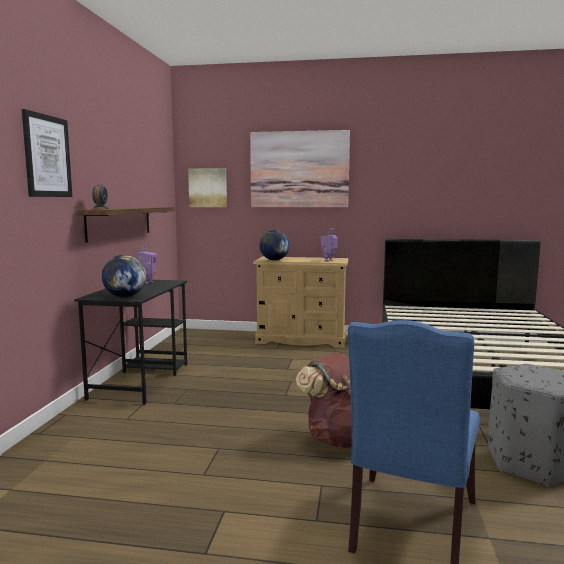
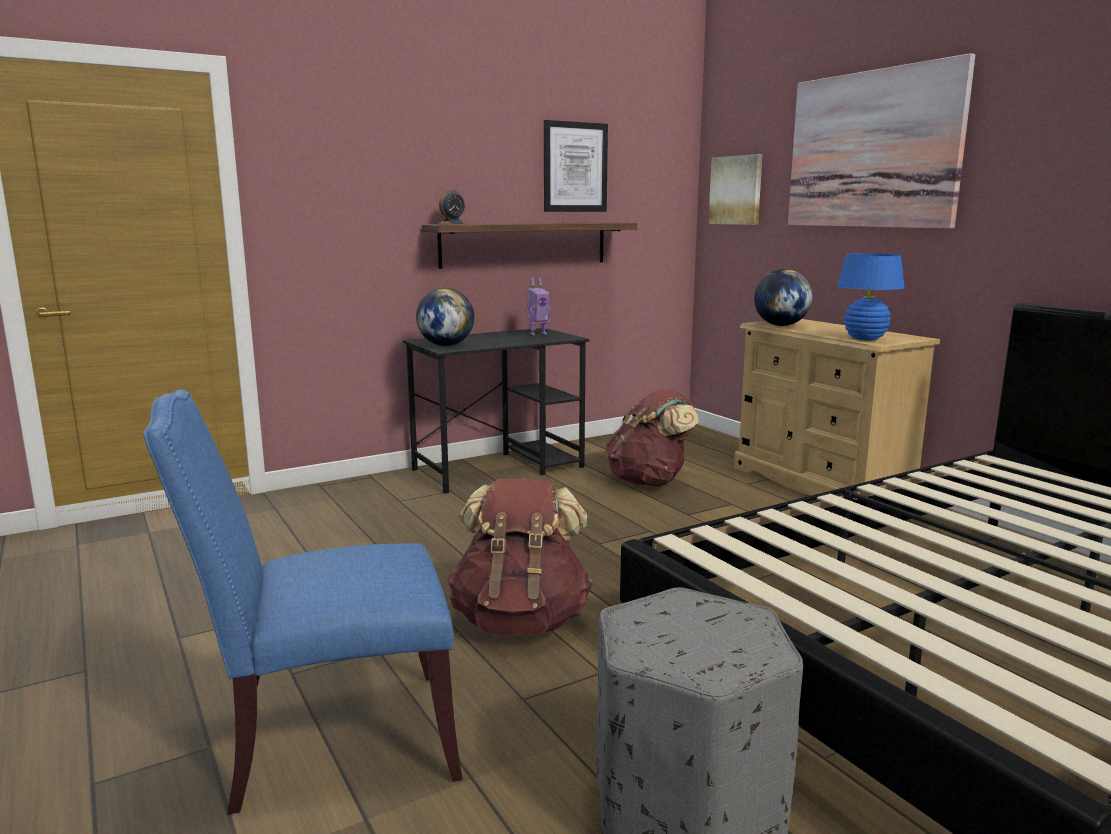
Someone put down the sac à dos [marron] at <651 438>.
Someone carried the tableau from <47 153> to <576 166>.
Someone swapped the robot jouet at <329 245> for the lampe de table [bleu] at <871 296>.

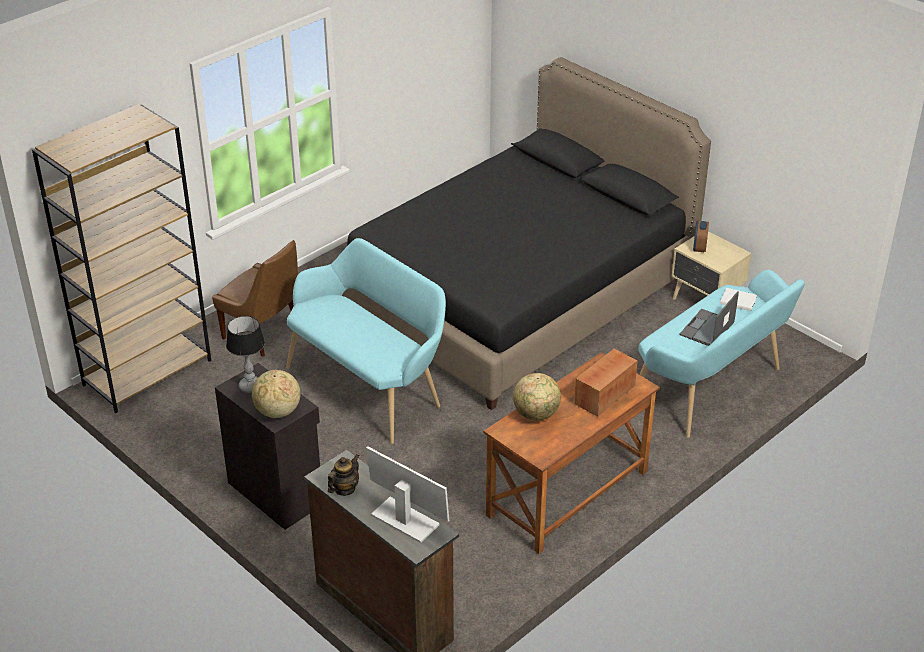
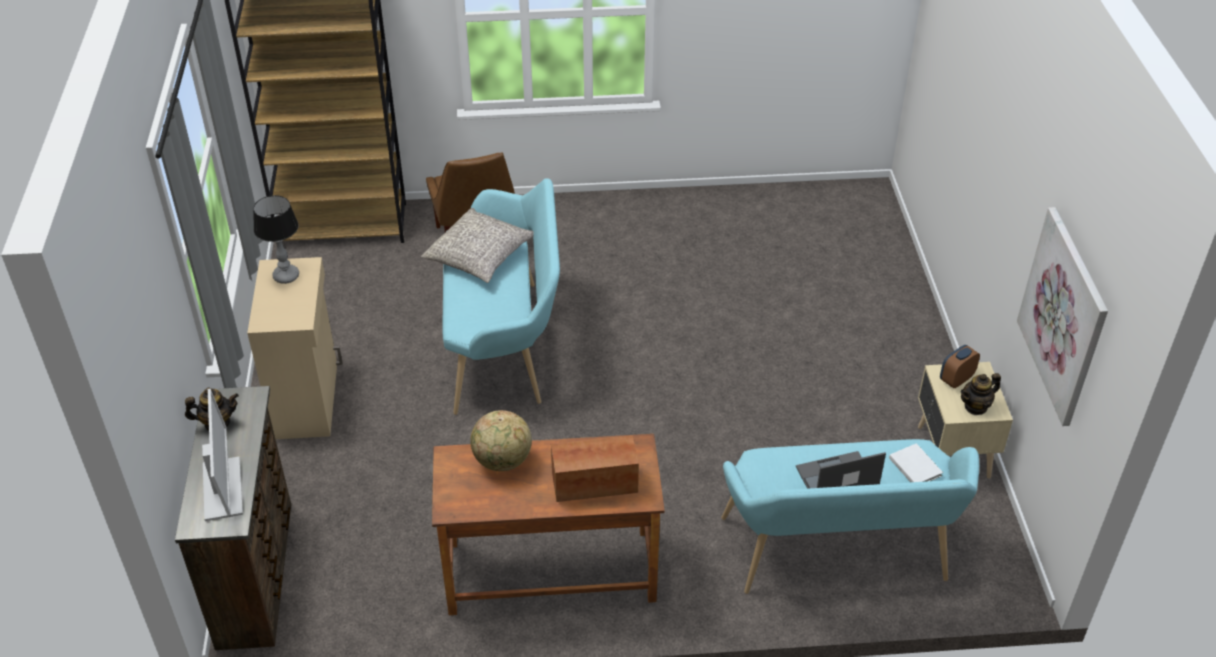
Someone took away the globe at <276 394>.
Someone took away the lit [noir] at <526 233>.
Someone put down the coussin [gris] at <477 245>.
Someone put down the théière at <981 394>.
Someone put up the tableau at <1062 316>.
Someone repainted the meuble de rangement [noir] at <267 446>, which became the meuble de rangement [beige] at <295 348>.

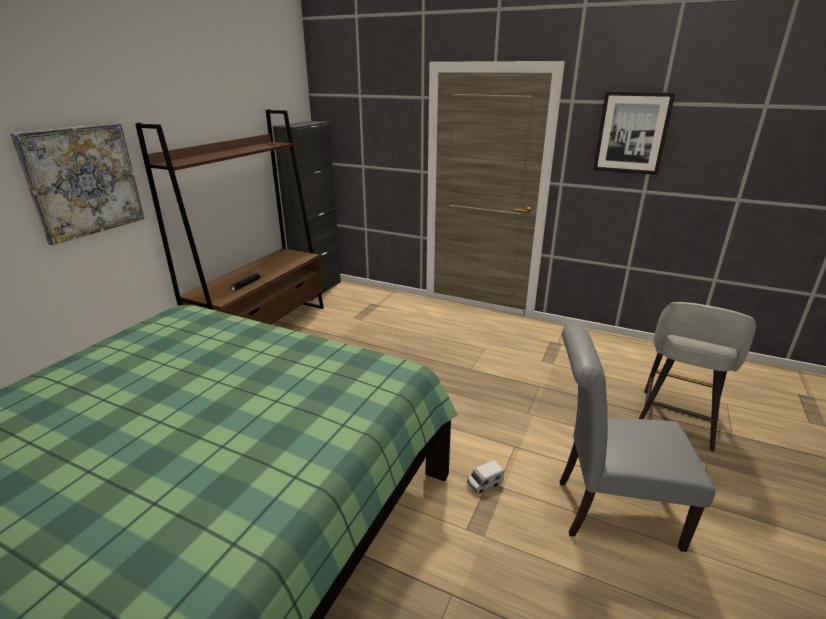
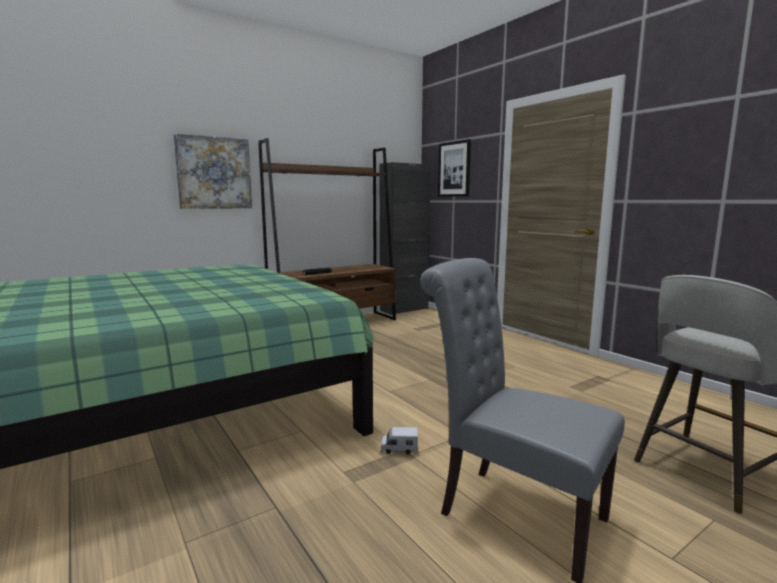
Someone carried the tableau from <634 133> to <454 168>.

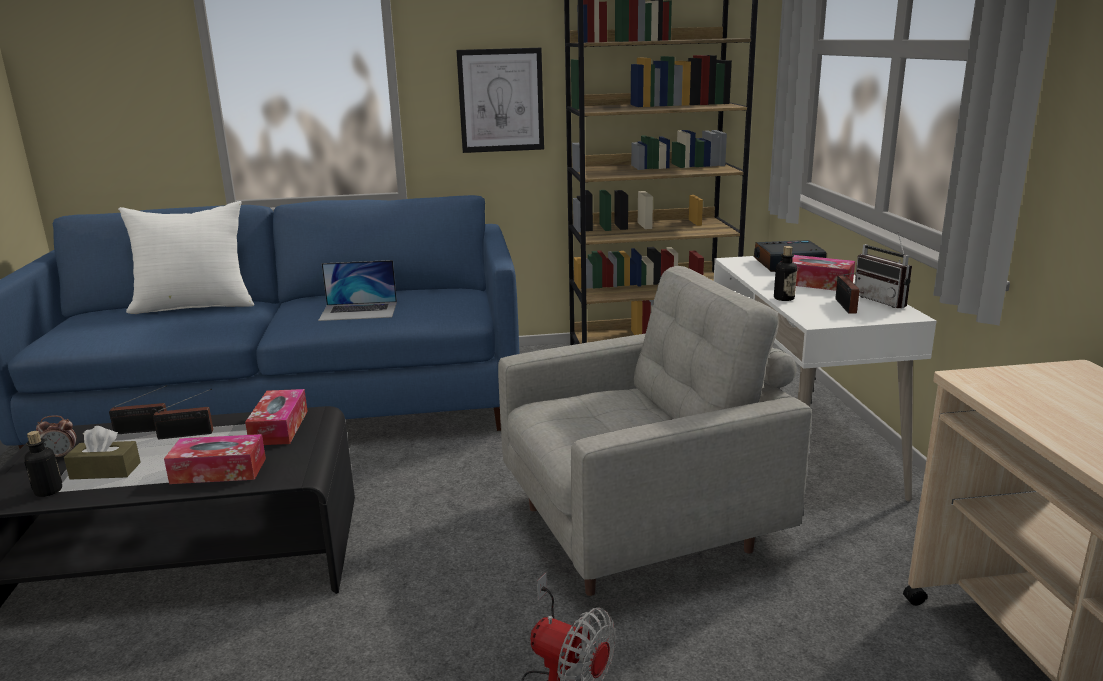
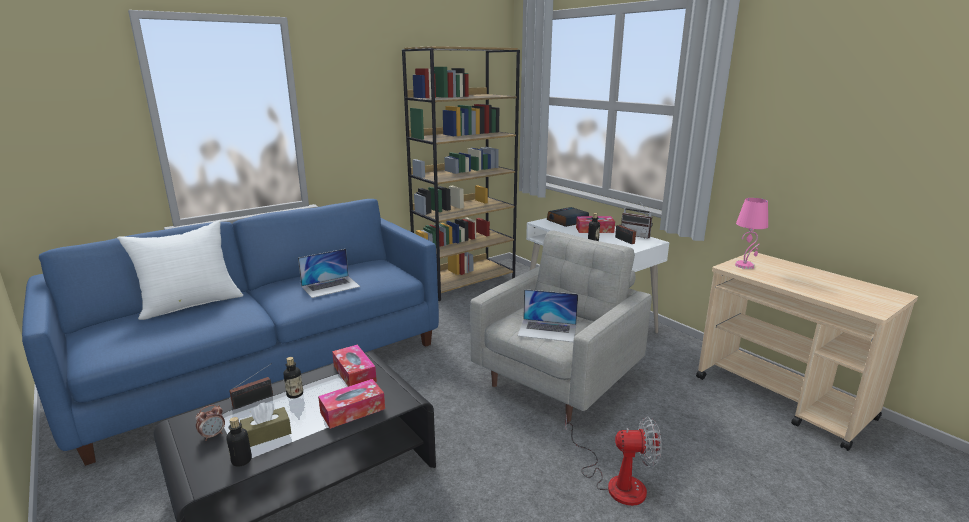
Someone took away the tableau at <500 100>.
Someone put down the ordinateur portable at <548 315>.
Someone put down the lampe de table [rose] at <751 233>.
Someone swapped the radio at <183 414> for the bouteille at <293 378>.

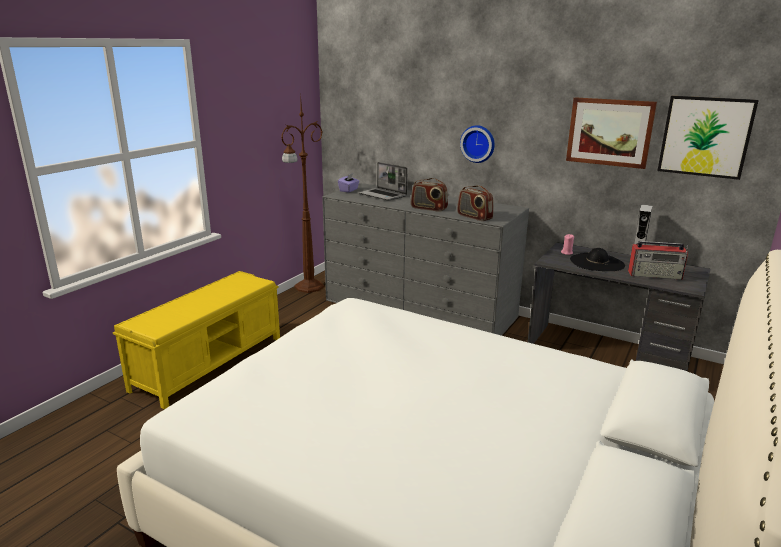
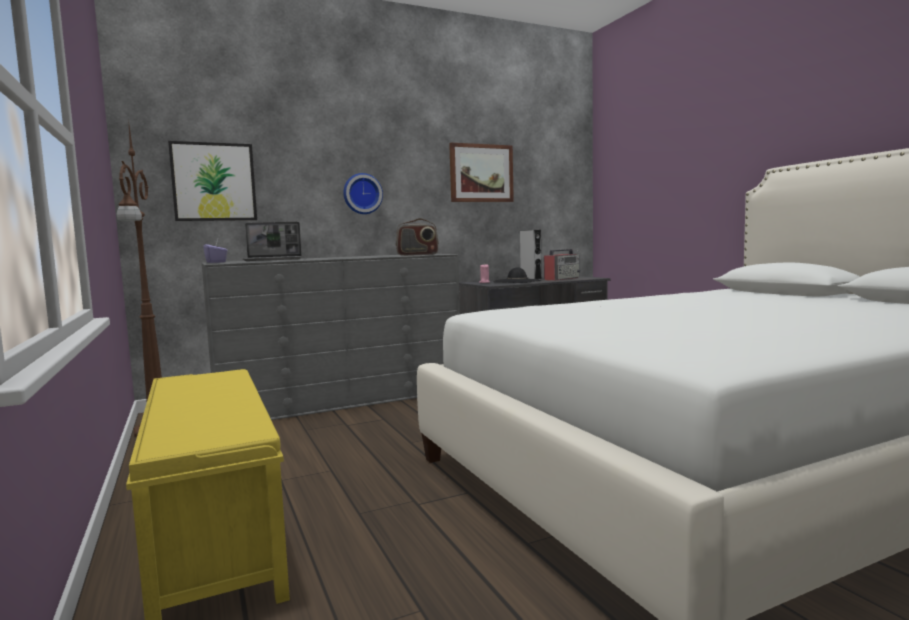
Someone took away the radio at <429 195>.
Someone carried the tableau from <708 138> to <212 181>.

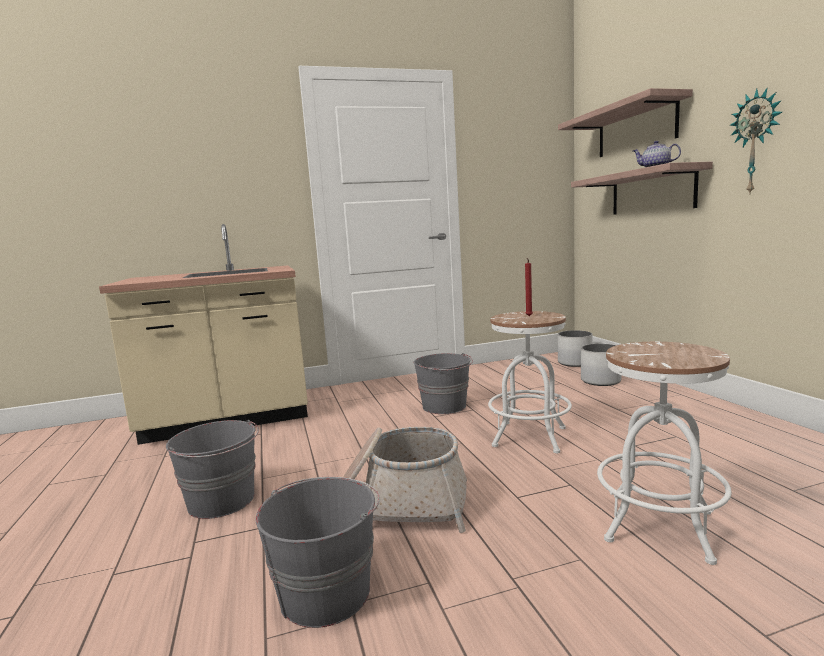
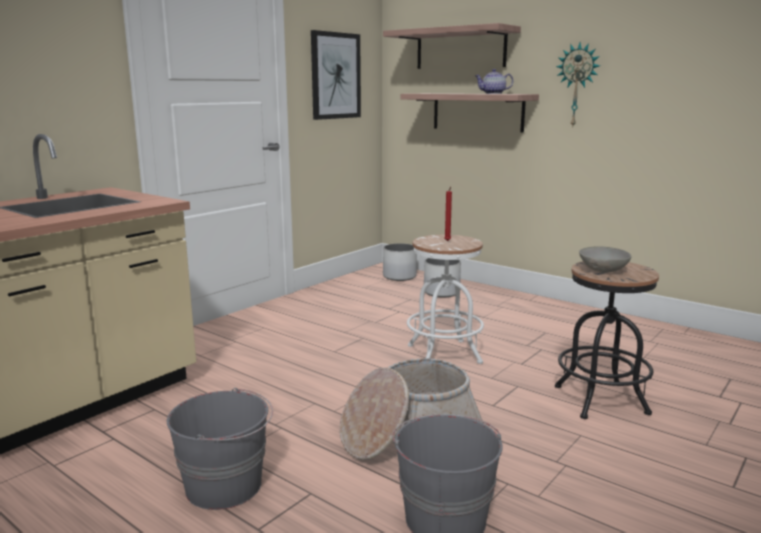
Someone took away the seau [gris] at <443 383>.
Someone put up the tableau at <336 75>.
Someone put down the bol [gris] at <605 259>.
Someone repainted the tabouret [blanc] at <664 453>, which became the tabouret [noir] at <607 340>.

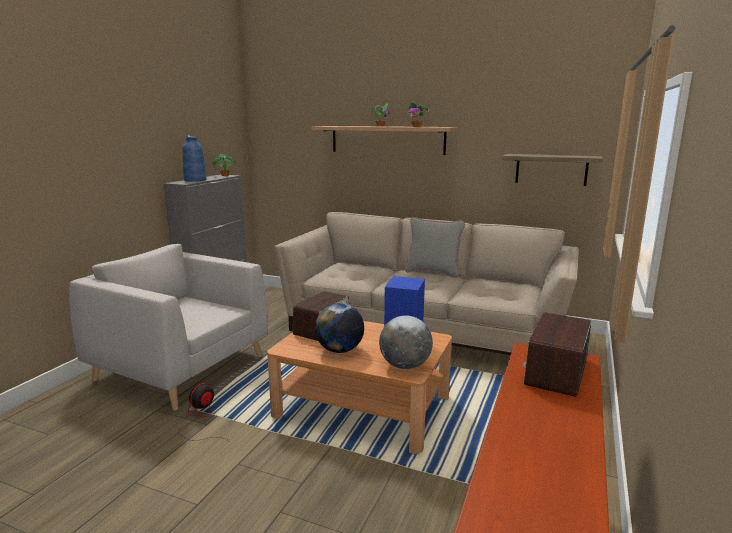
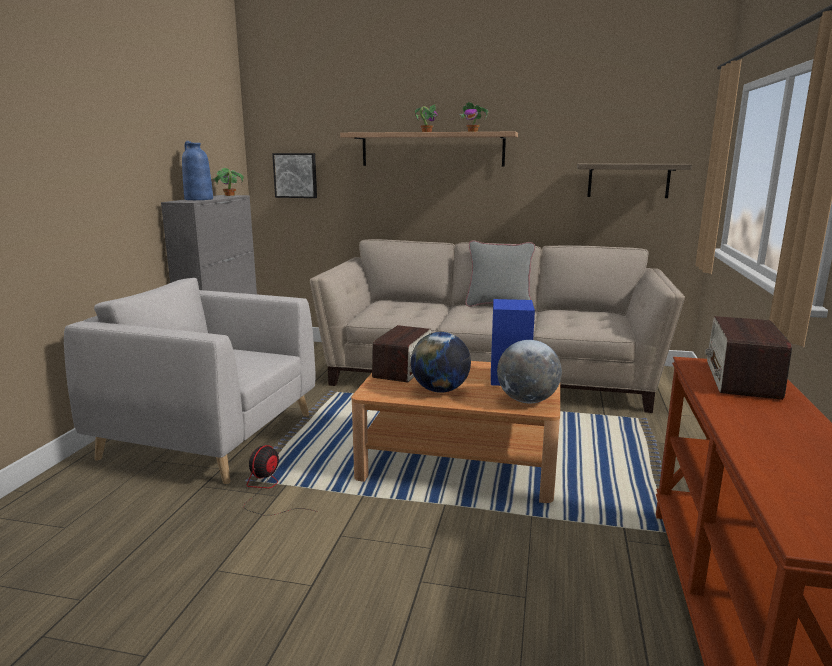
Someone put up the tableau at <294 175>.

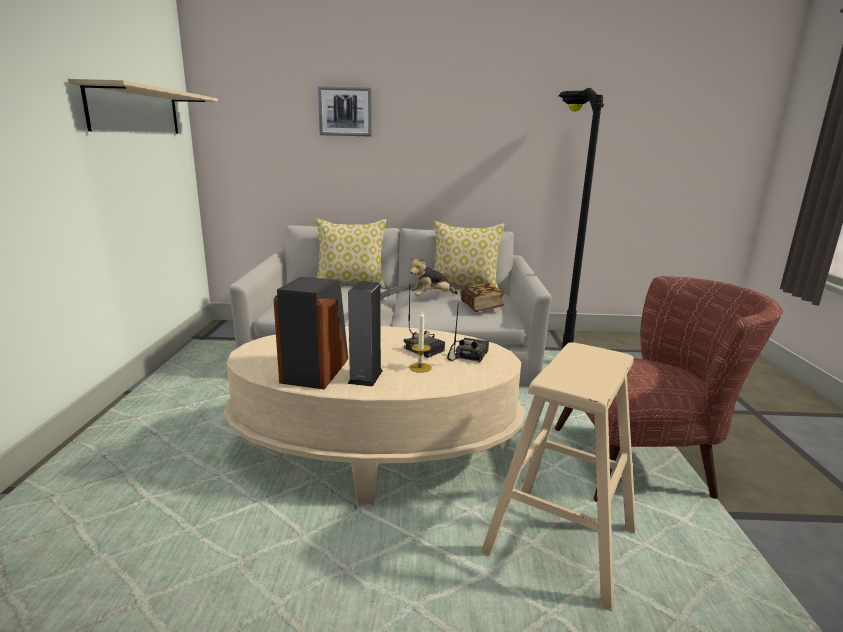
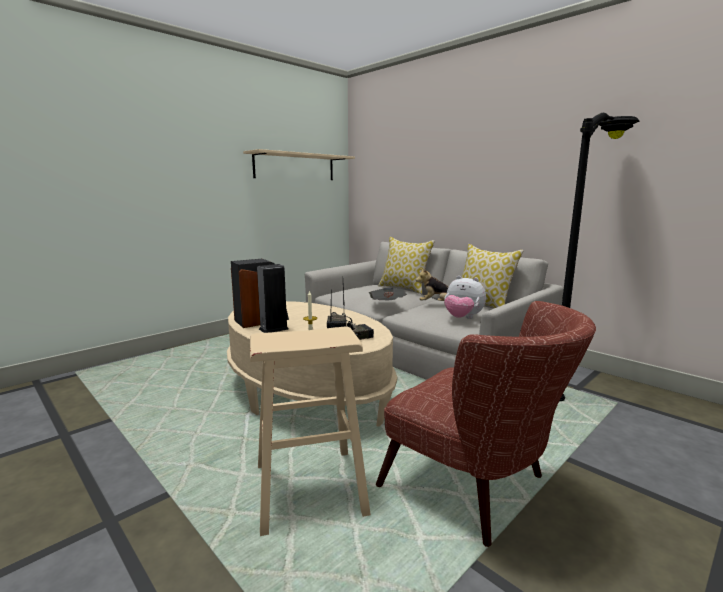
Someone took away the tableau at <345 111>.
Someone swapped the livre at <482 297> for the peluche at <465 297>.

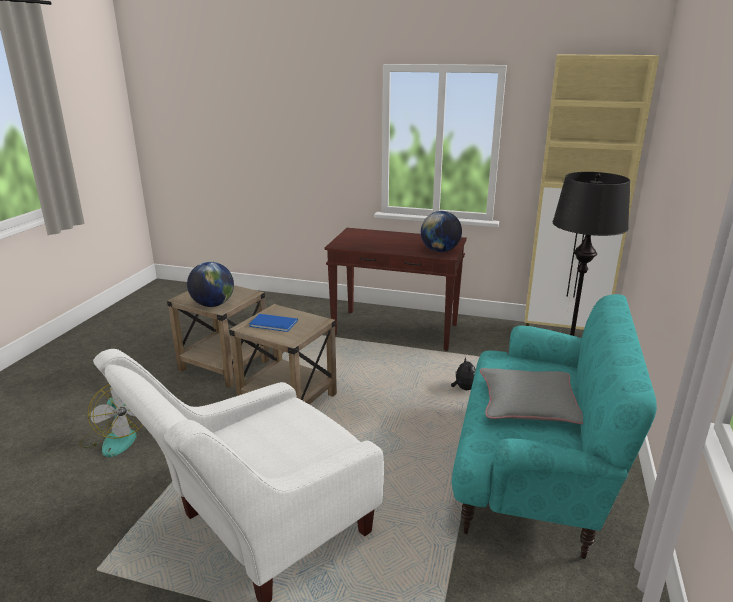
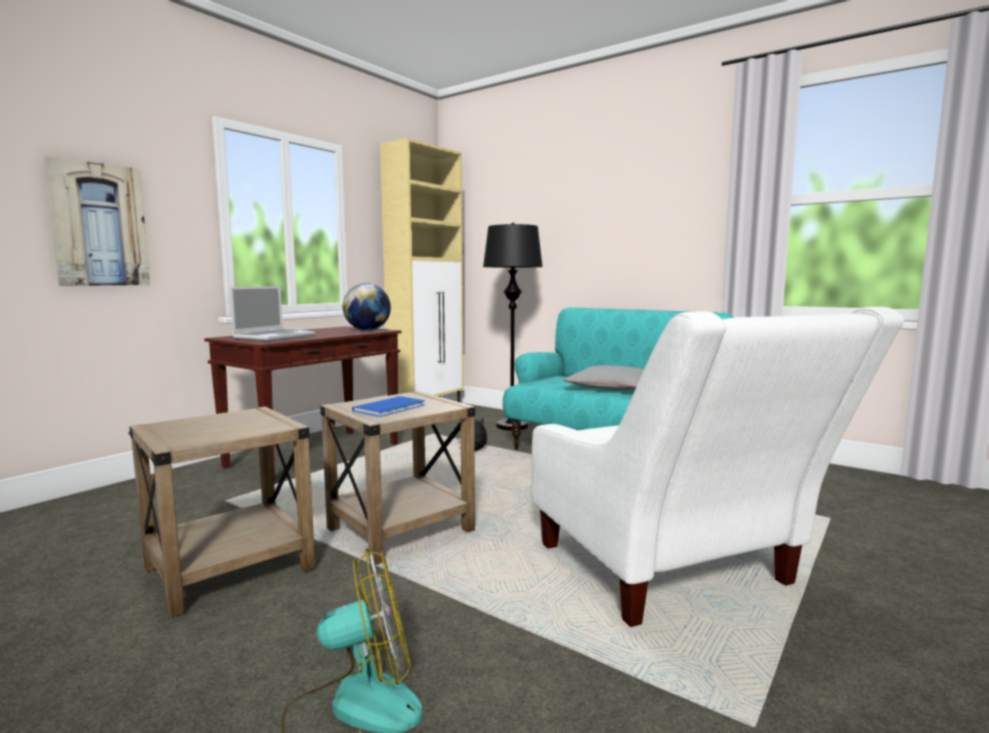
Someone took away the globe at <210 284>.
Someone put up the tableau at <97 221>.
Someone put down the ordinateur portable at <272 313>.

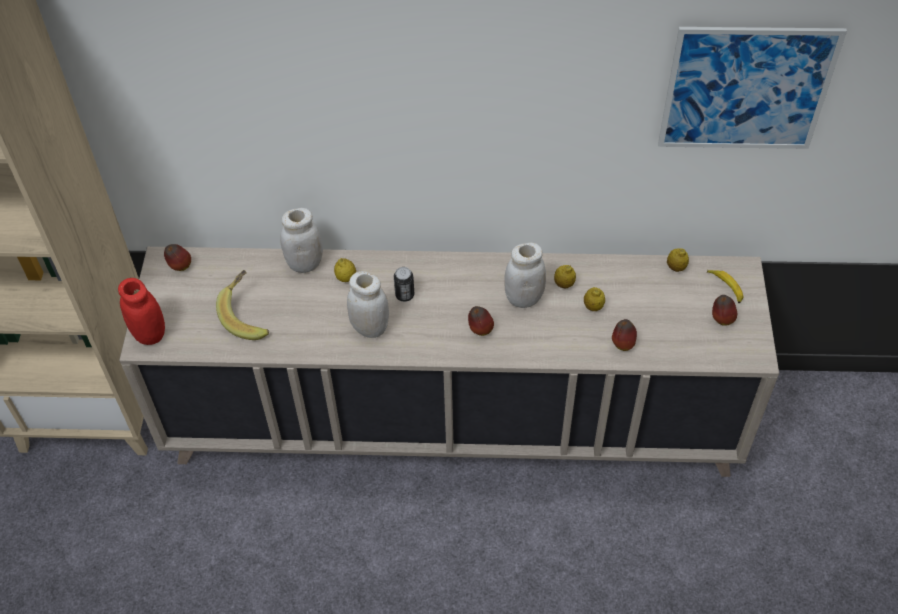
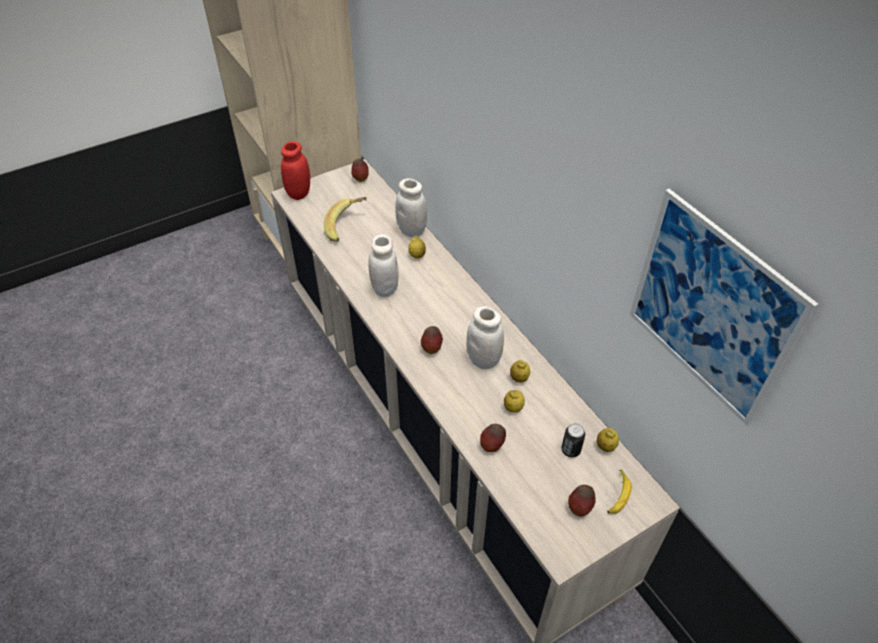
Someone carried the boîte métallique from <404 284> to <573 440>.

